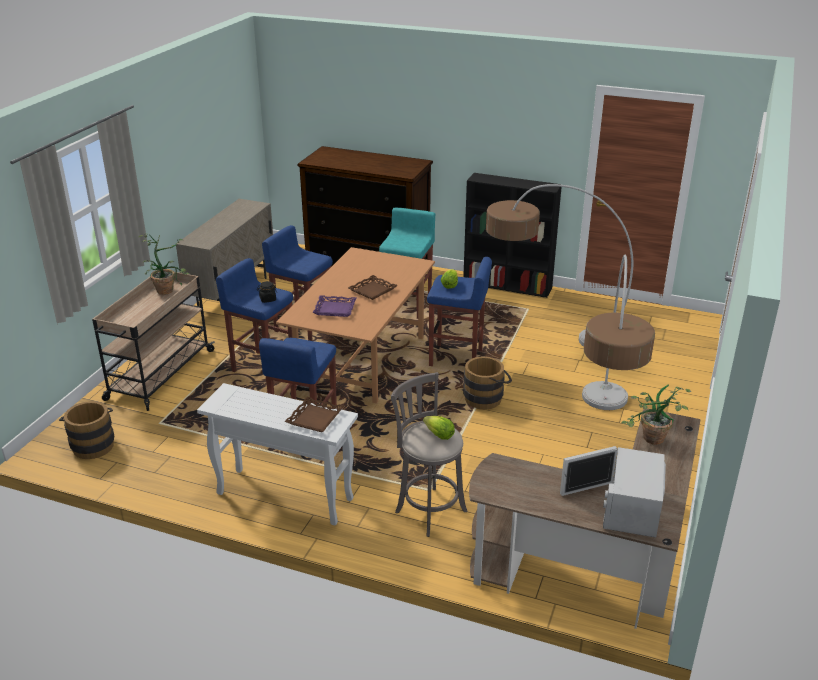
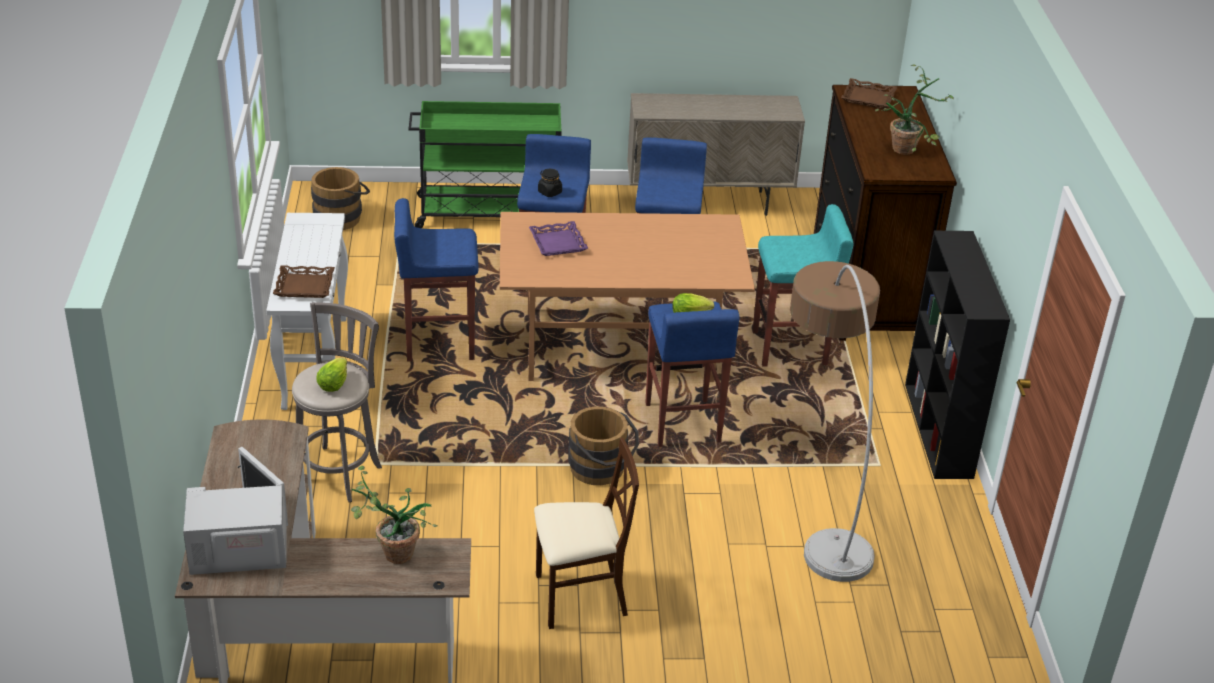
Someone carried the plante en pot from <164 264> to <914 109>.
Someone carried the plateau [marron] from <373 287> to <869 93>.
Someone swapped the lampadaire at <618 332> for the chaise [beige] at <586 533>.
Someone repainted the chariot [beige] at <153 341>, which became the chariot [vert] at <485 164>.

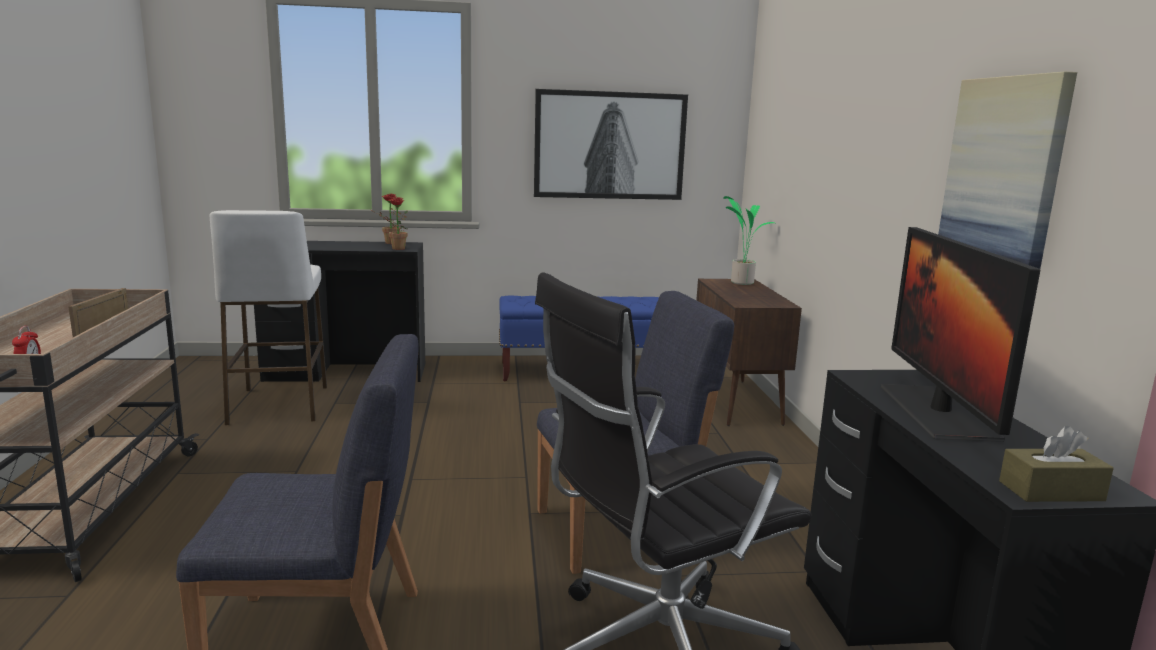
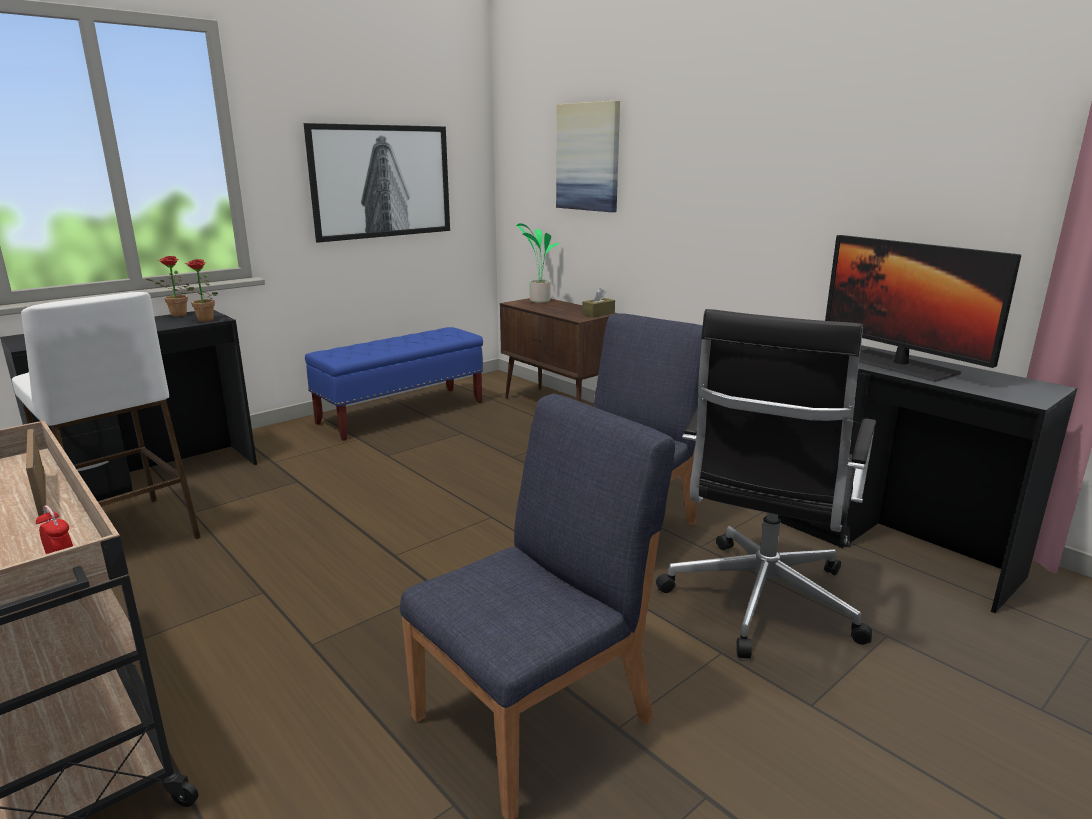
Someone carried the tableau from <1007 170> to <588 156>.
Someone carried the boîte à mouchoirs [marron] from <1056 464> to <598 302>.

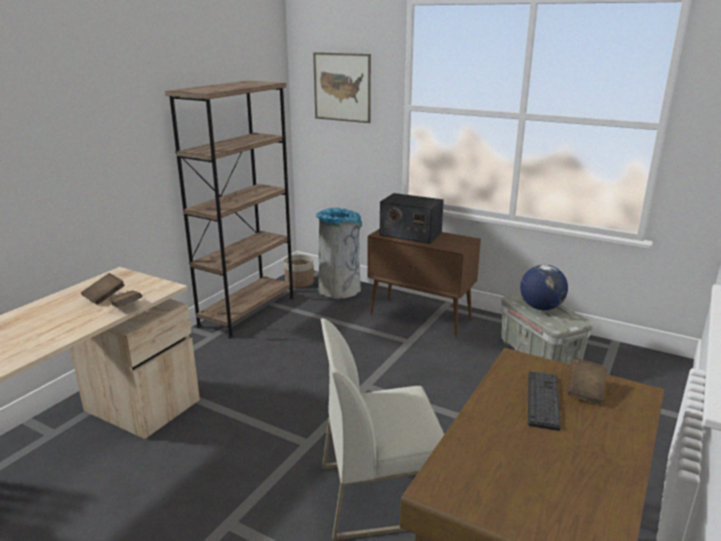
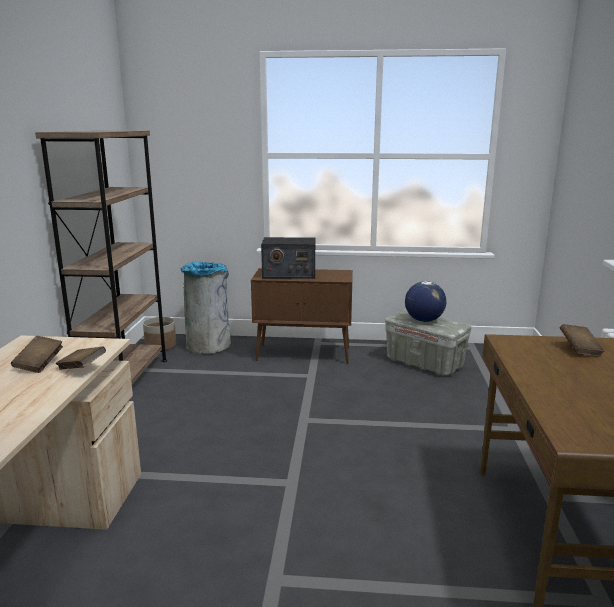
Someone took away the tableau at <342 87>.
Someone took away the chaise [blanc] at <382 429>.
Someone took away the clavier at <544 401>.

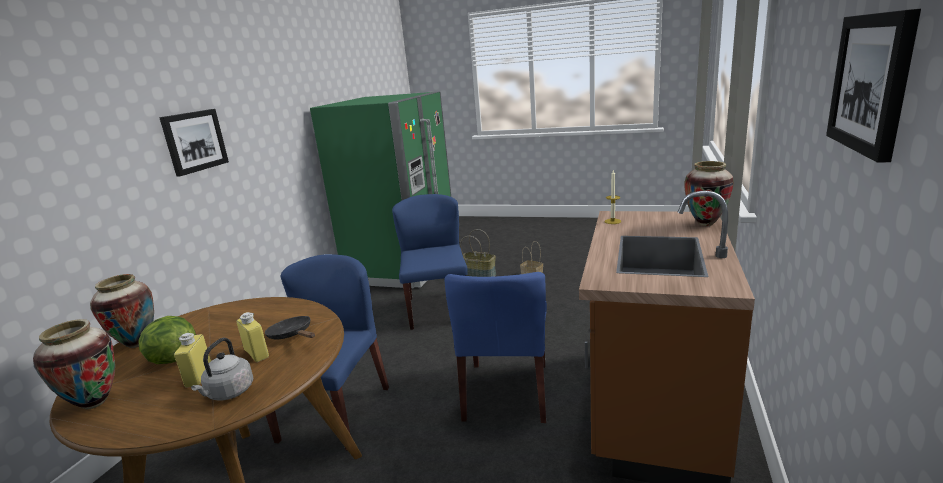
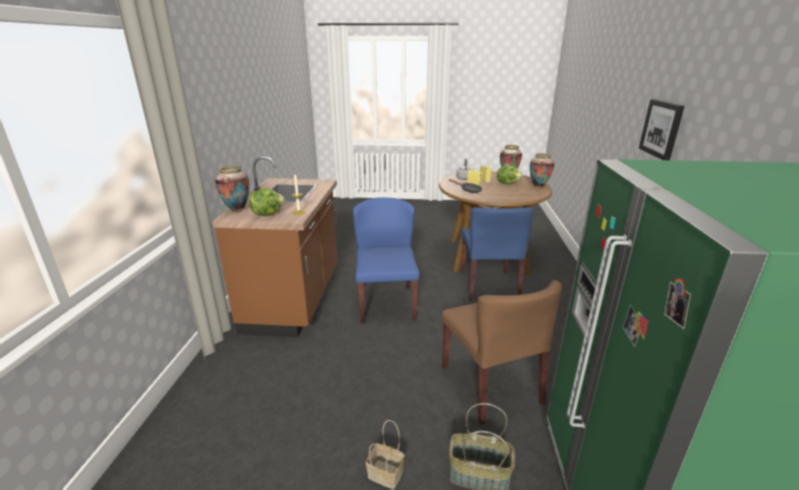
Someone took away the tableau at <873 86>.
Someone put down the laitue at <267 202>.
Someone repainted the chaise [bleu] at <430 262>, which became the chaise [marron] at <502 352>.

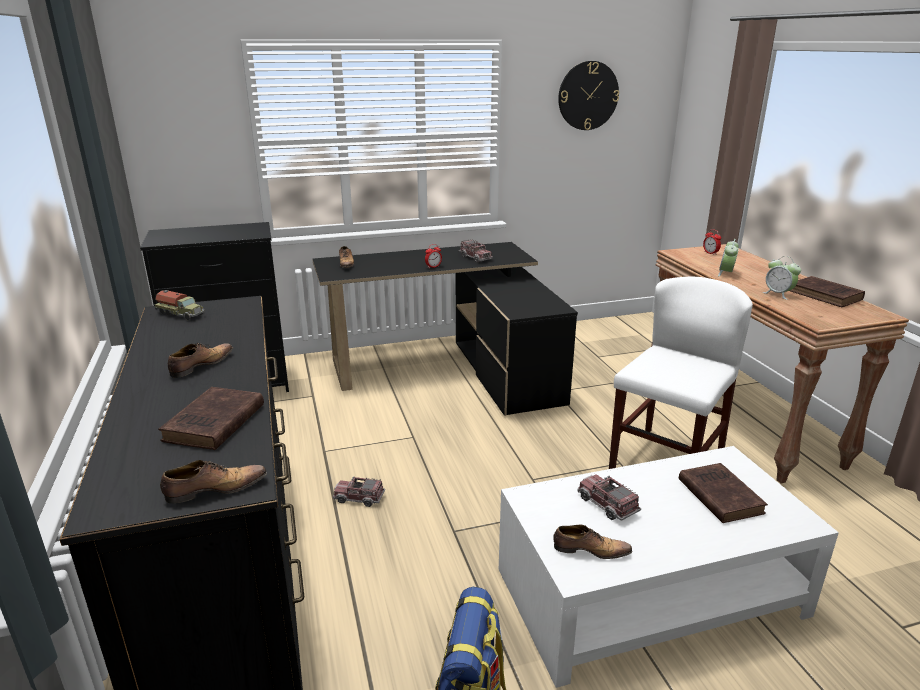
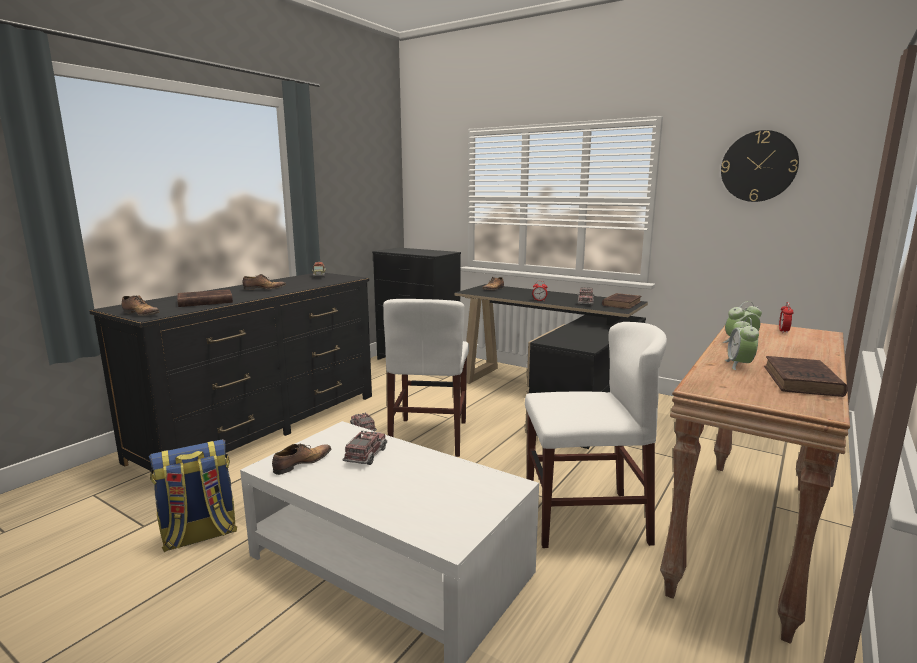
Someone put down the chaise [blanc] at <426 378>.
Someone carried the livre [marron] from <723 493> to <621 301>.
Someone rotated the chaussure at <592 542> by 105 degrees counterclockwise.

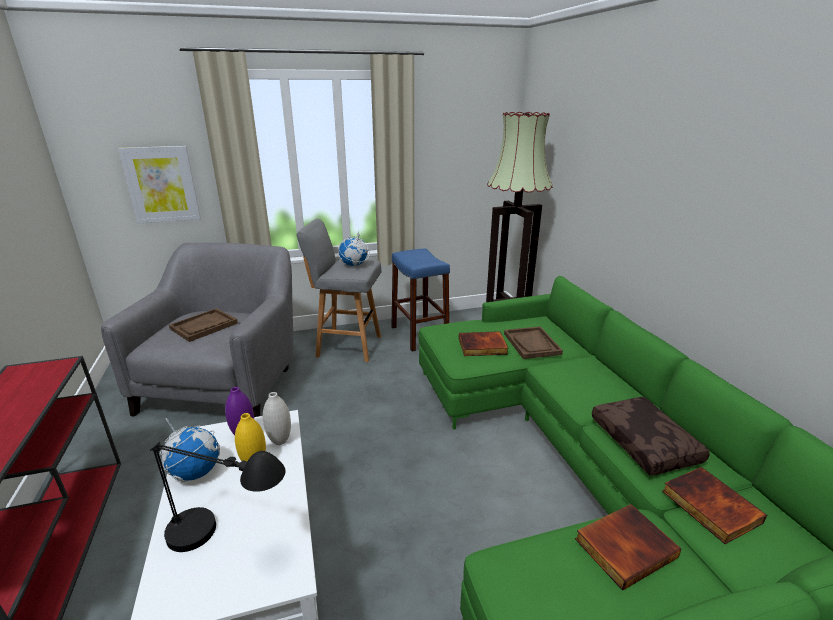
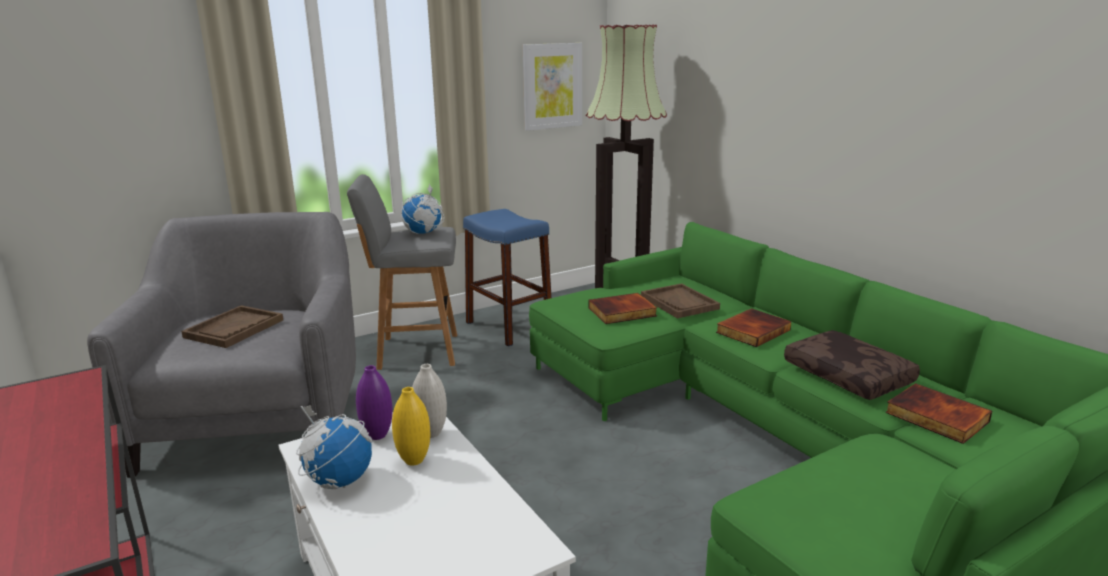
Someone took away the lampe de table [noir] at <217 497>.
Someone carried the tableau from <159 184> to <552 87>.
Someone carried the livre from <628 547> to <753 327>.

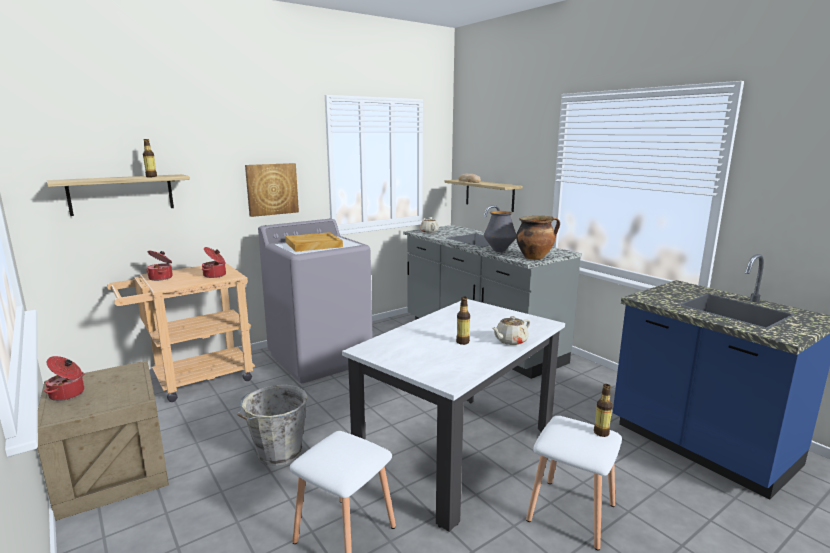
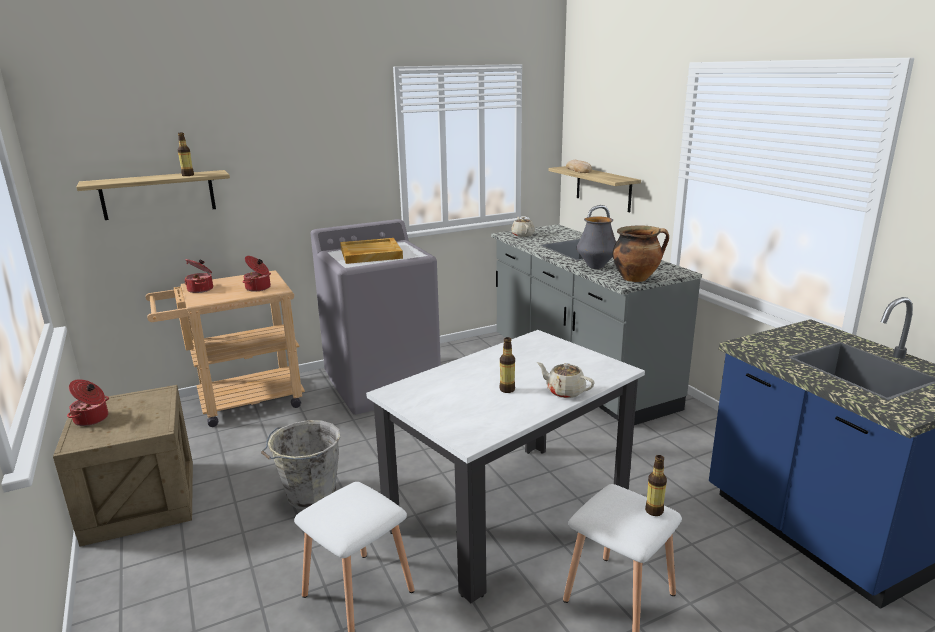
Someone took away the tableau at <272 190>.
Someone rotated the théière [beige] at <510 330> by 60 degrees clockwise.

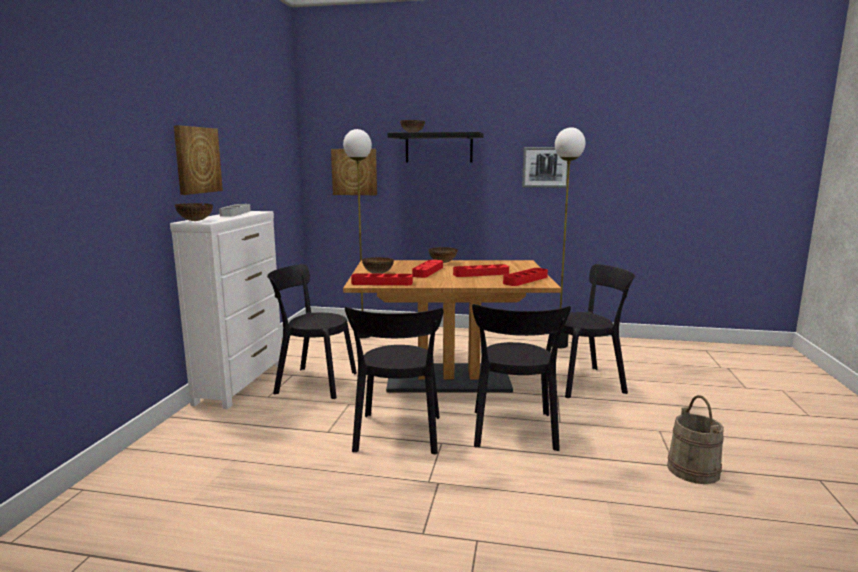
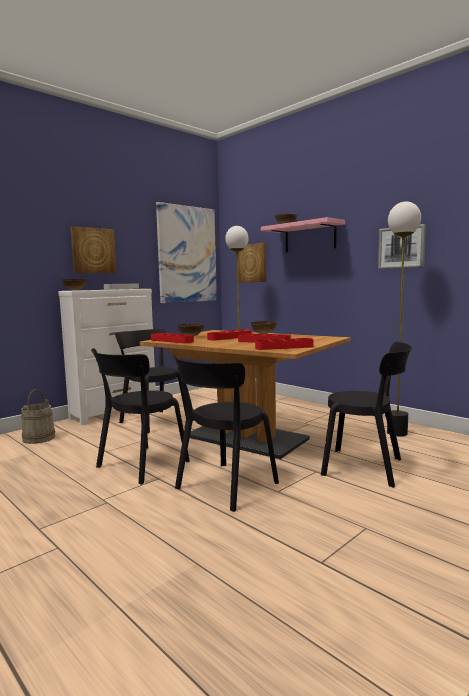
Someone put up the tableau at <186 252>.
Someone carried the seau [beige] from <695 439> to <38 416>.
Someone repainted the étagère [noir] at <435 147>, which became the étagère [rose] at <303 234>.

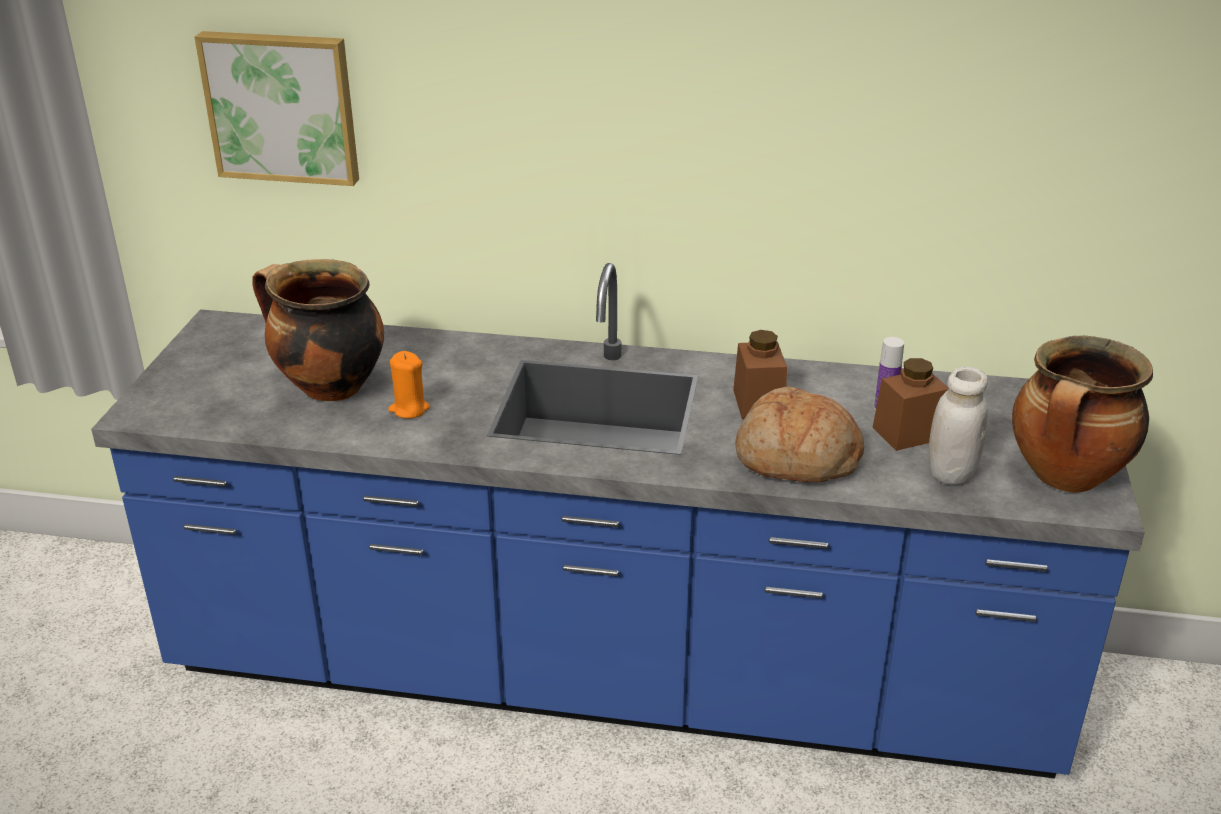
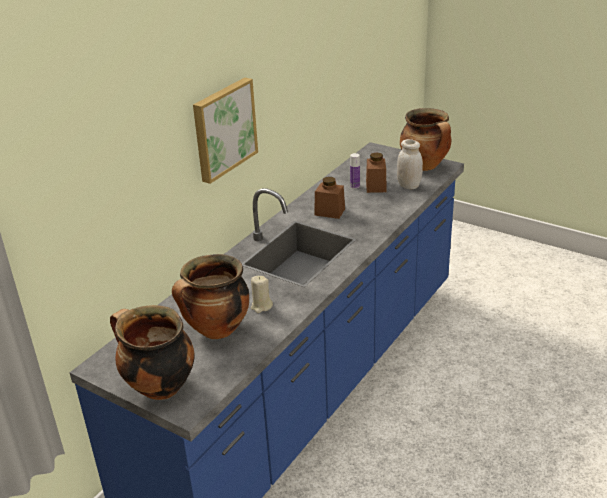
Someone took away the pain at <799 434>.
Someone put down the marmite at <152 352>.
Someone carried the tableau from <276 108> to <225 130>.
Someone repainted the bougie [orange] at <409 384>, which became the bougie [beige] at <262 294>.

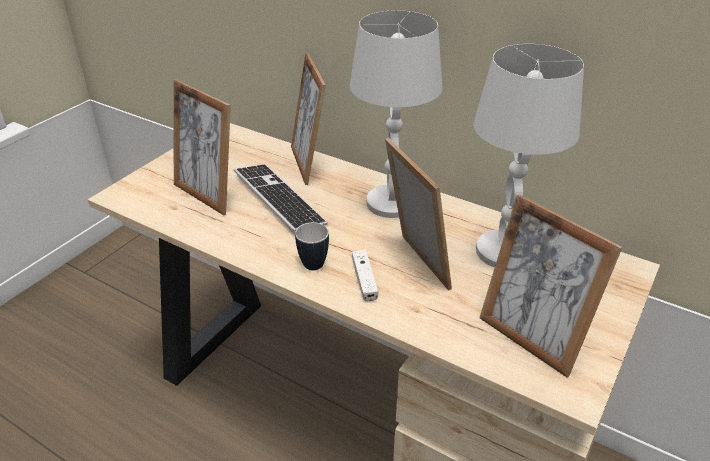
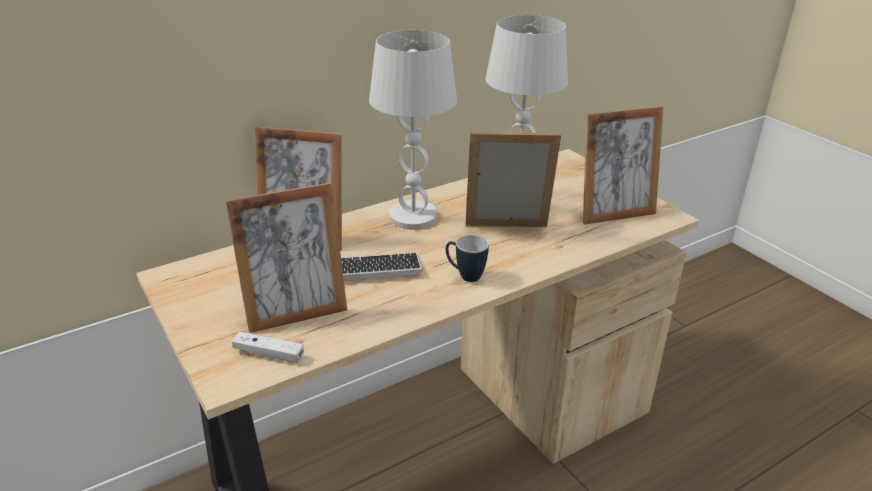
Someone carried the manette [blanc] from <365 275> to <268 347>.

